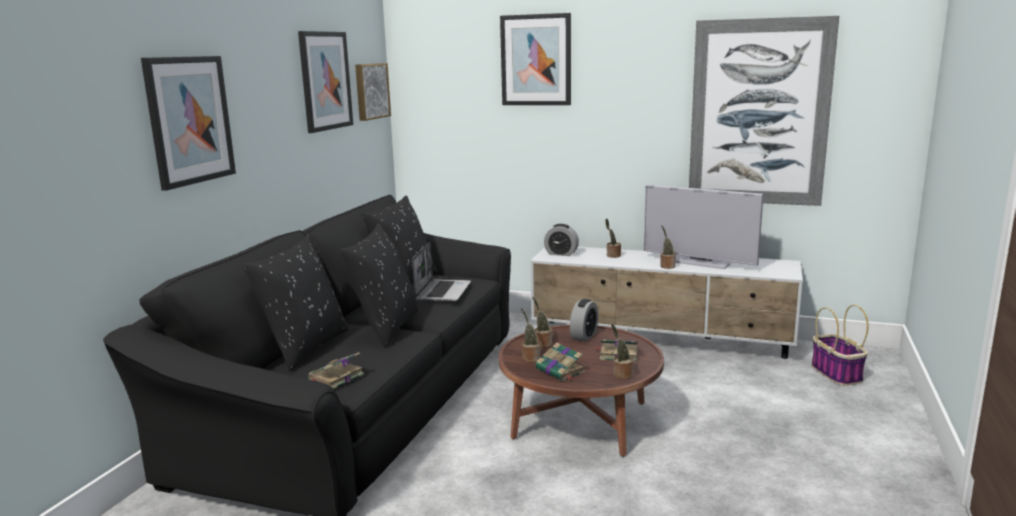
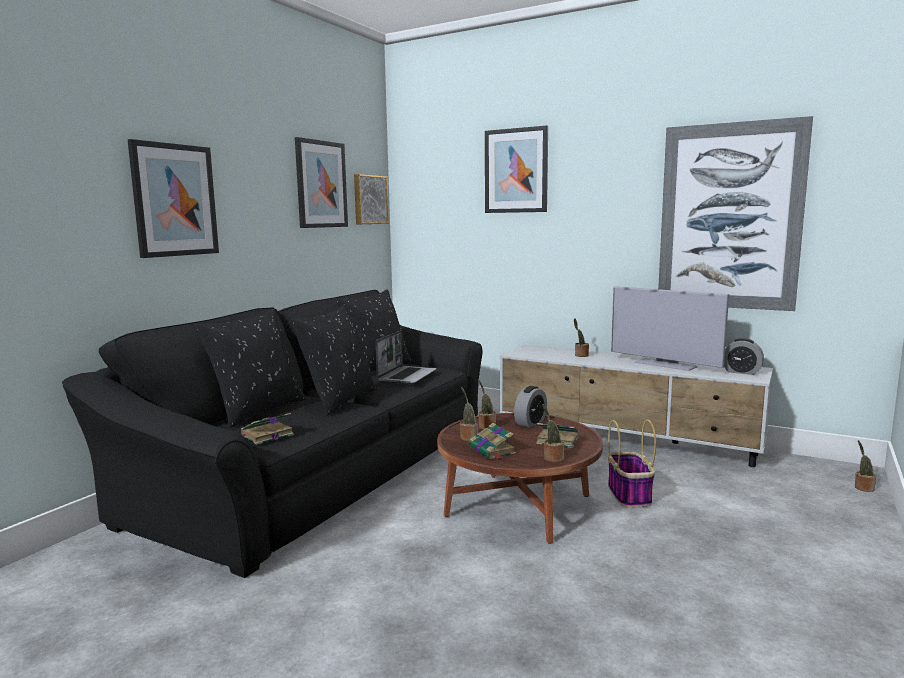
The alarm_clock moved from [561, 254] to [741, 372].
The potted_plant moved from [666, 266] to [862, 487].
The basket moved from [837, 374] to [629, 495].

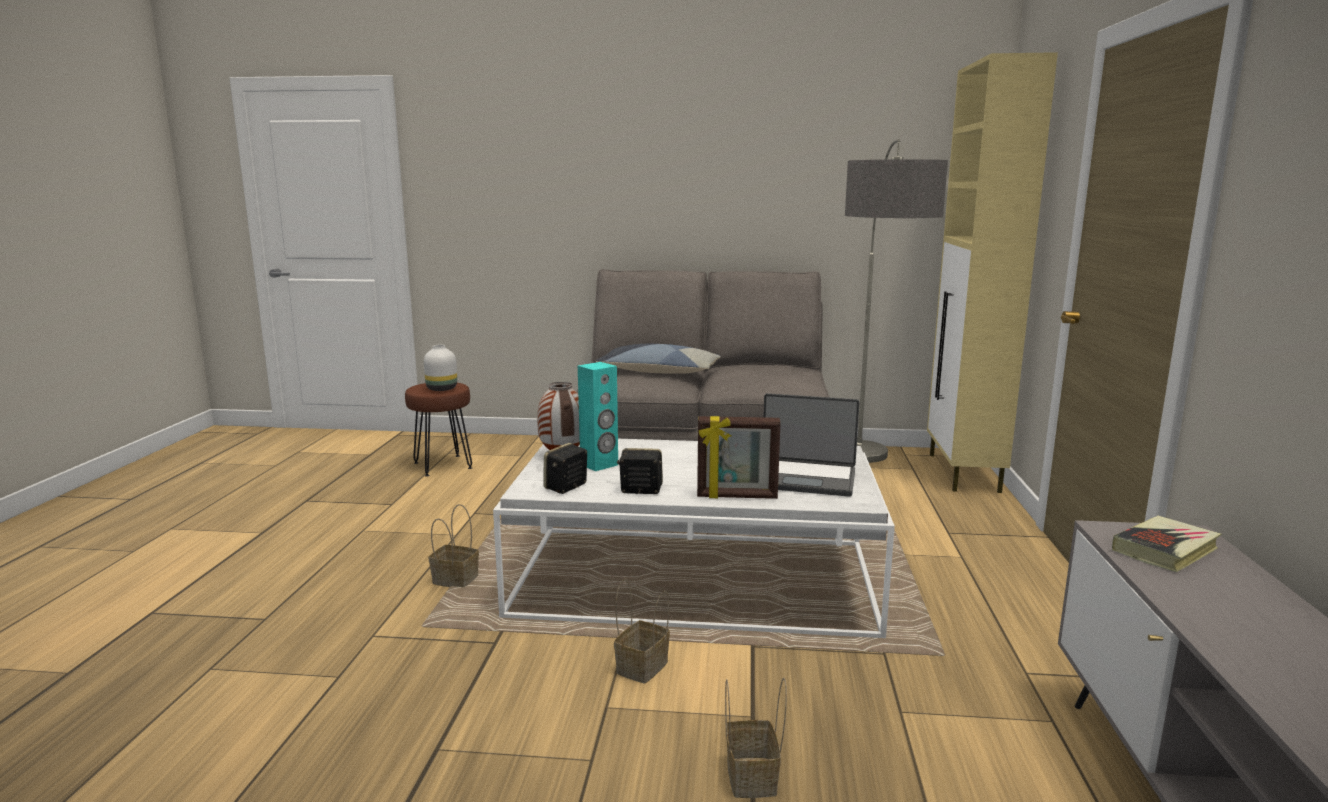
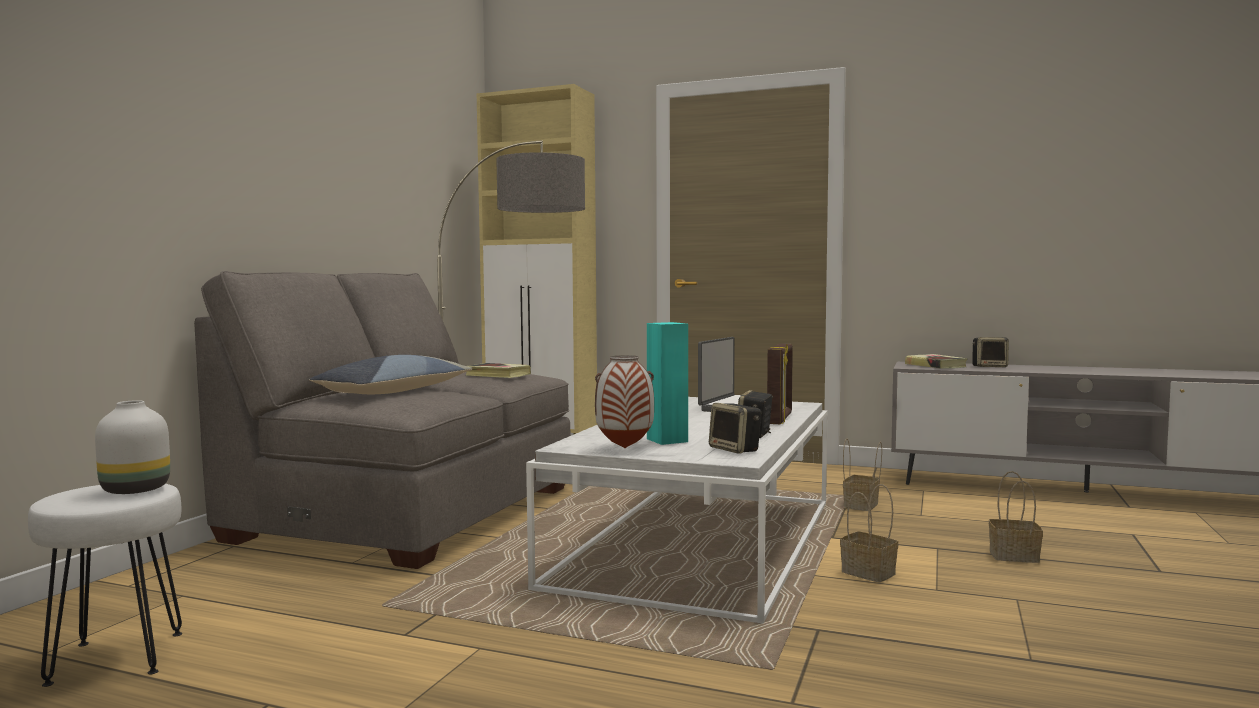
The brown_stool at [443, 465] became the white_stool at [116, 657].
The basket moved from [453, 580] to [861, 505].
The speaker at [990, 367] appeared.
The book at [497, 375] appeared.

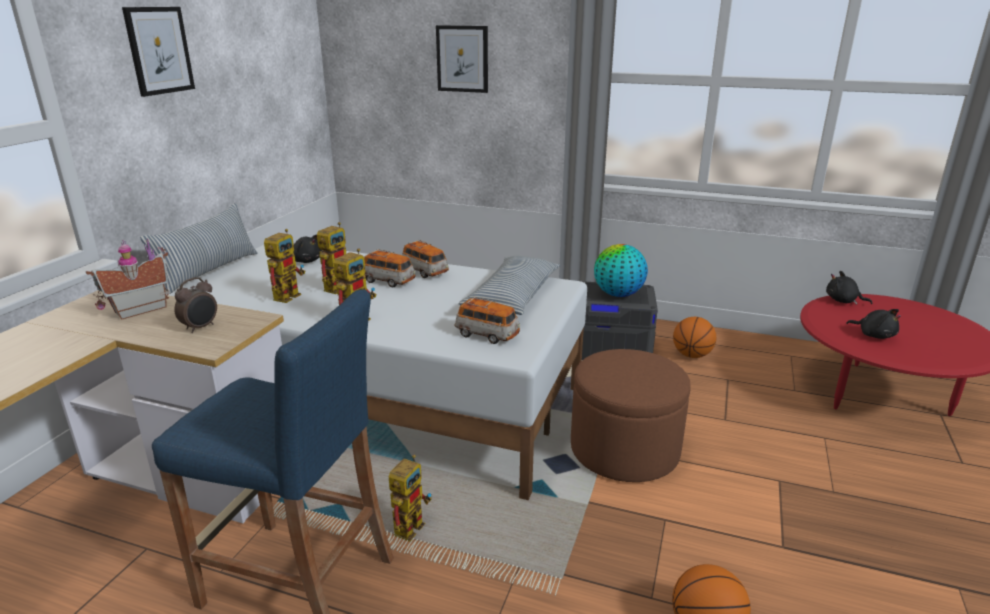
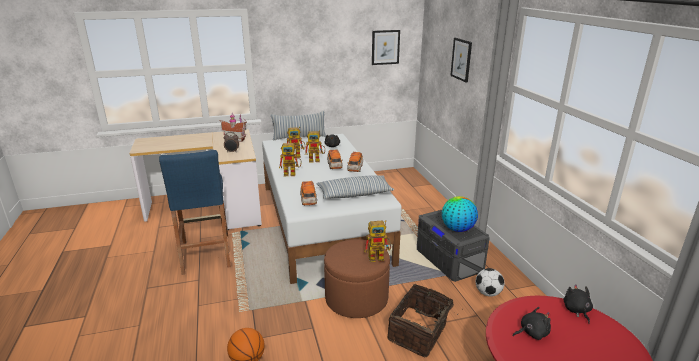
The picture moved from [159, 50] to [385, 47].
The black_plush_toy at [874, 335] turned 120 degrees counterclockwise.
The basketball at [691, 355] was replaced by the football at [488, 293].
The toy_robot moved from [411, 524] to [379, 257].
The basket at [419, 333] appeared.

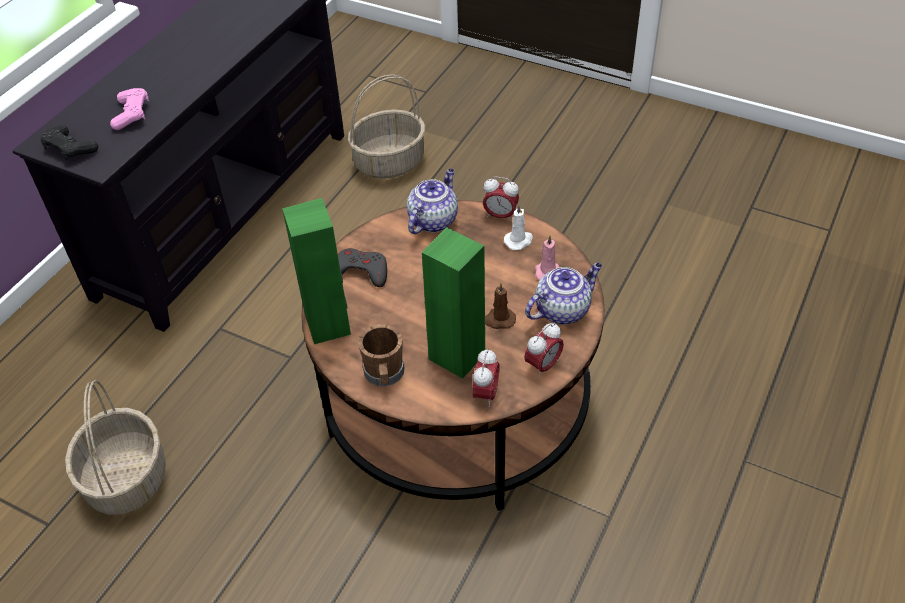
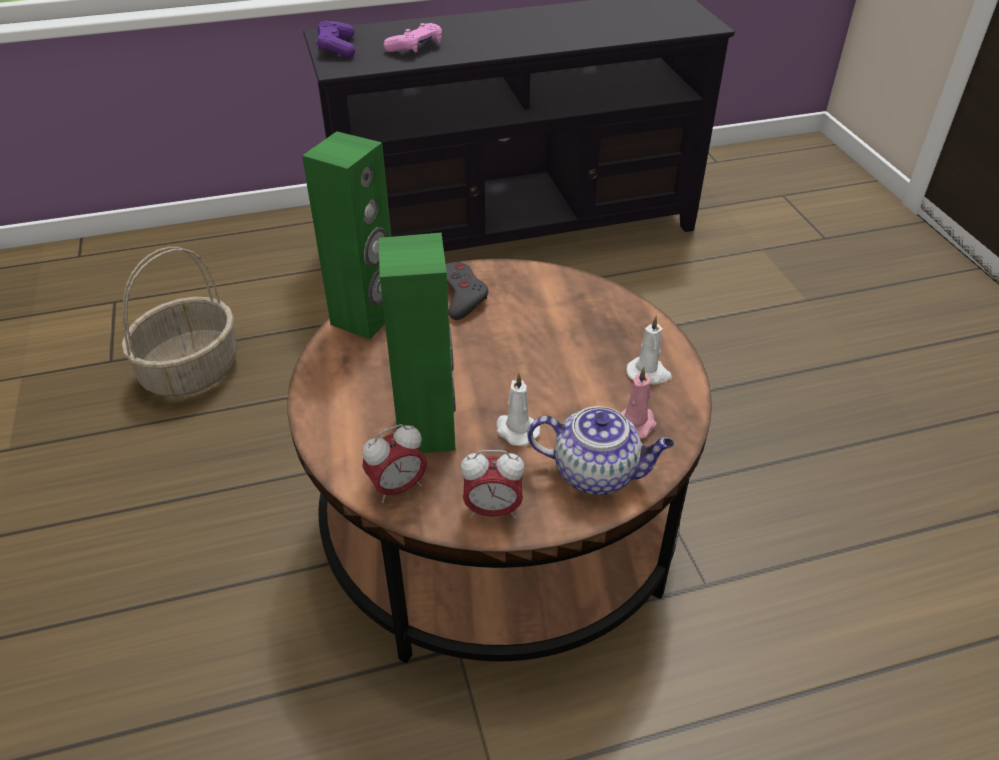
The basket at [390, 161] disappeared.
The black_game_controller at [70, 149] became the purple_game_controller at [337, 47].
The teapot at [433, 220] disappeared.
The alarm_clock at [500, 216] disappeared.
The brown_candle at [498, 320] became the white_candle at [516, 430].
The brown_mug at [384, 375] disappeared.

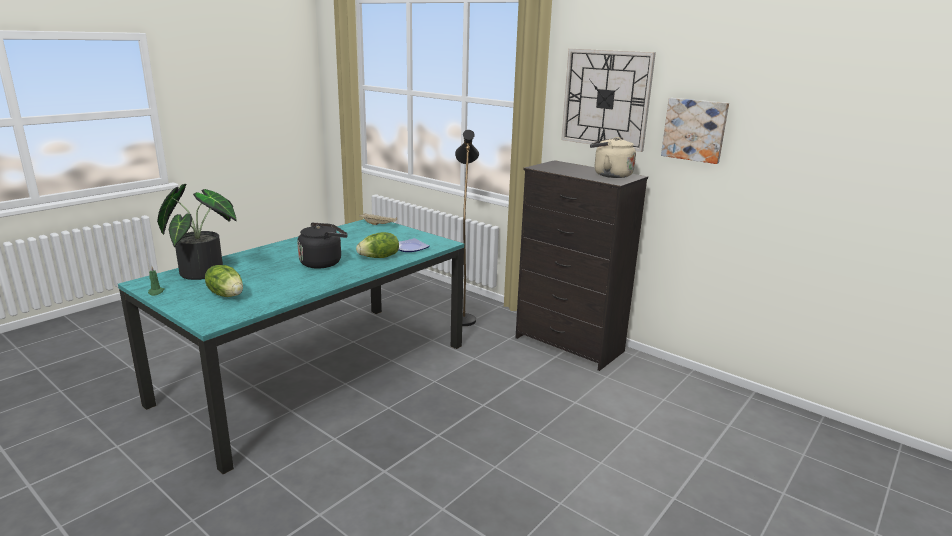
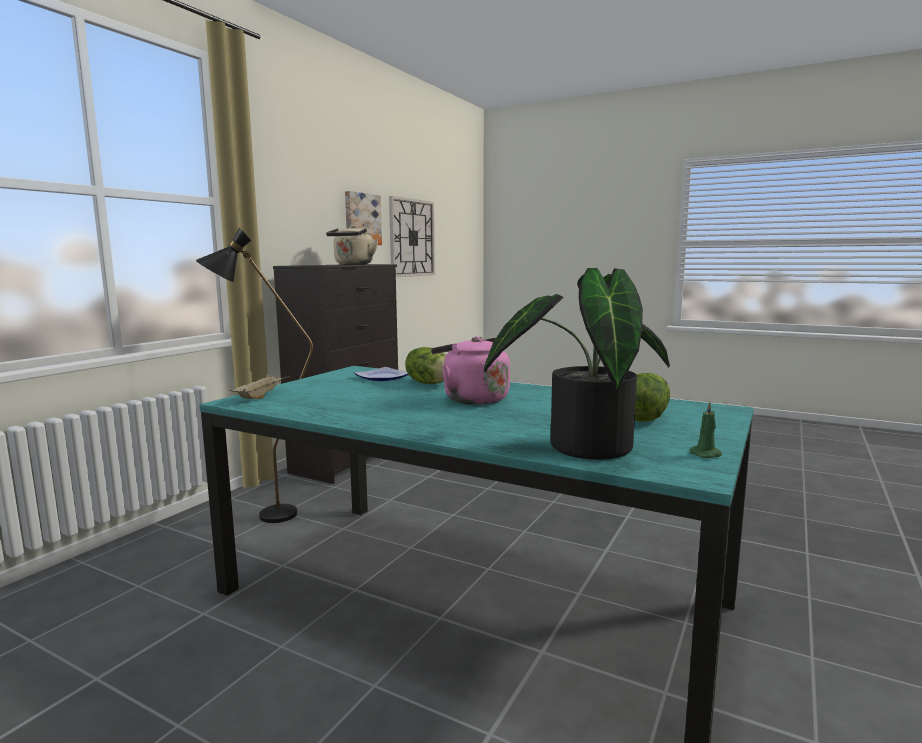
The wall_clock moved from [606, 99] to [412, 238].
The black_kettle at [323, 263] became the pink_kettle at [472, 399].

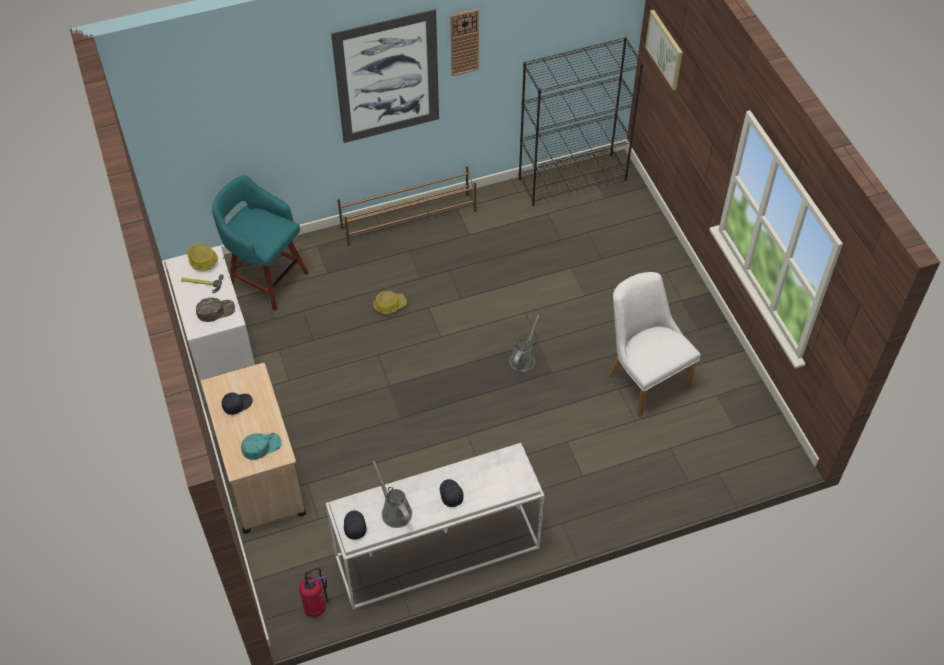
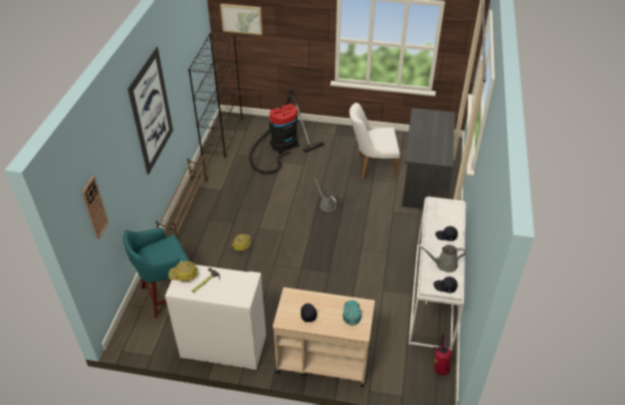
The wall_clock moved from [464, 42] to [94, 208].
The green_cap at [216, 310] disappeared.
The vacuum_cleaner at [281, 146] appeared.
The grey_desk at [424, 180] appeared.

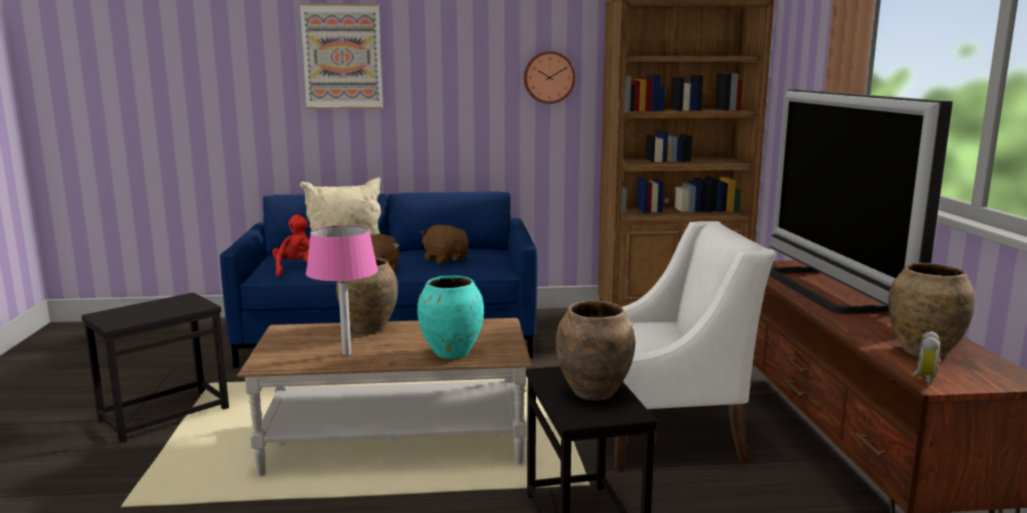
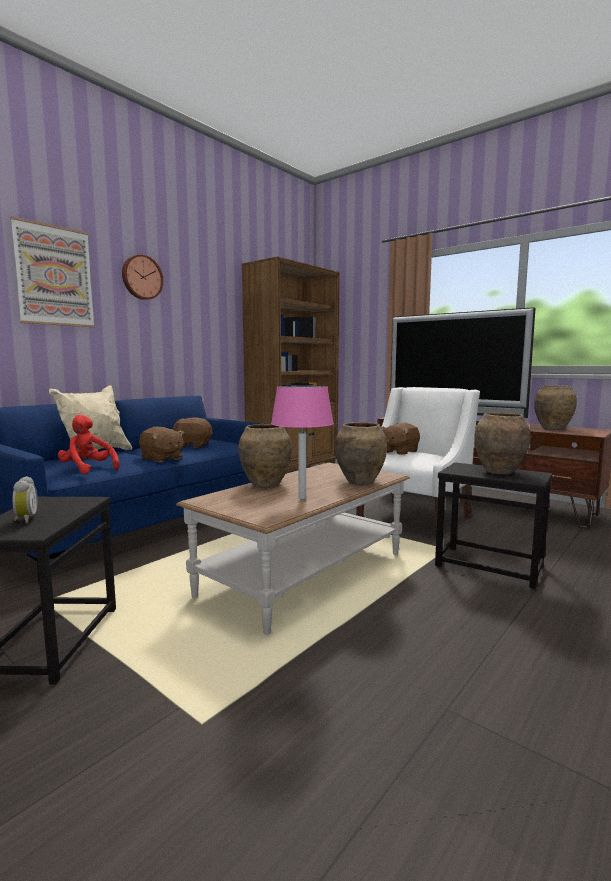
The wall_clock moved from [549, 77] to [141, 277].
The turquoise_vase at [451, 353] became the brown_vase at [360, 482].
The alarm_clock moved from [922, 378] to [24, 520].
The brown_plush_toy at [399, 452] appeared.

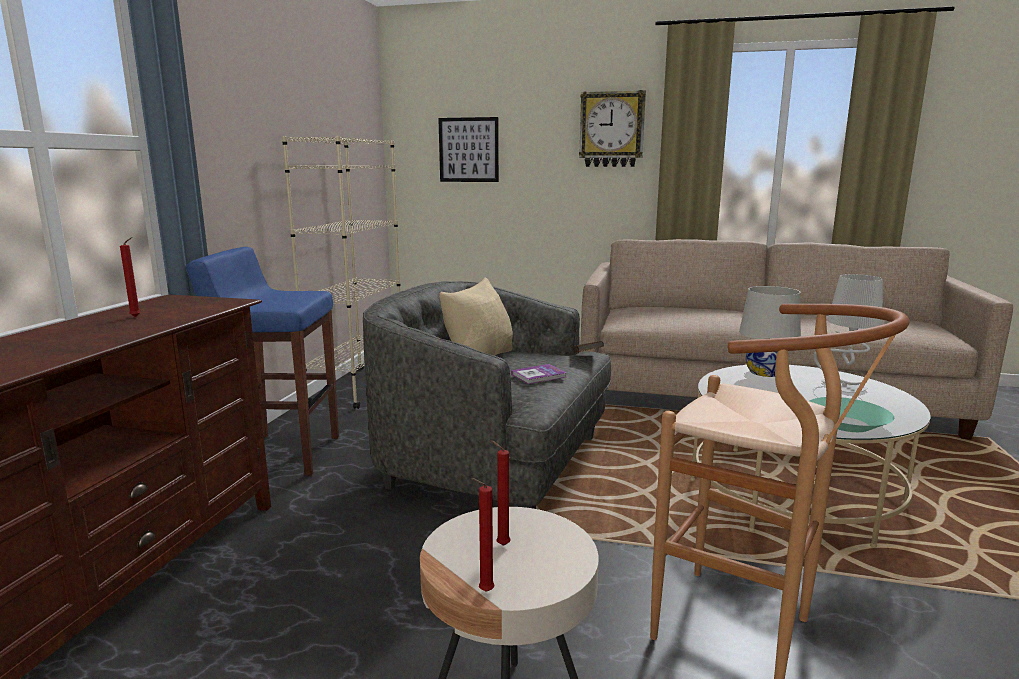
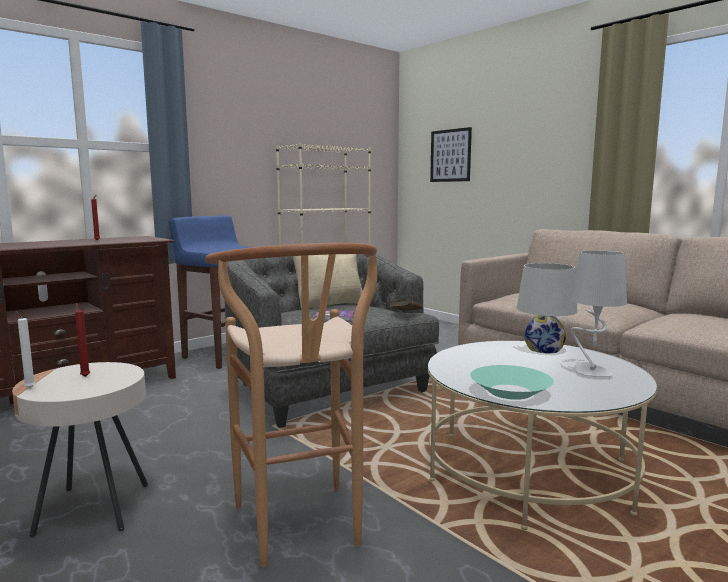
The wall_clock at [612, 129] disappeared.
The red_candle at [484, 592] became the white_candle at [29, 388].

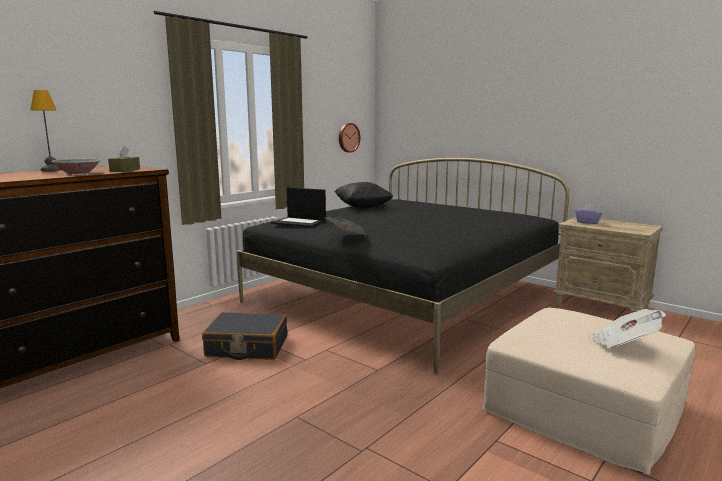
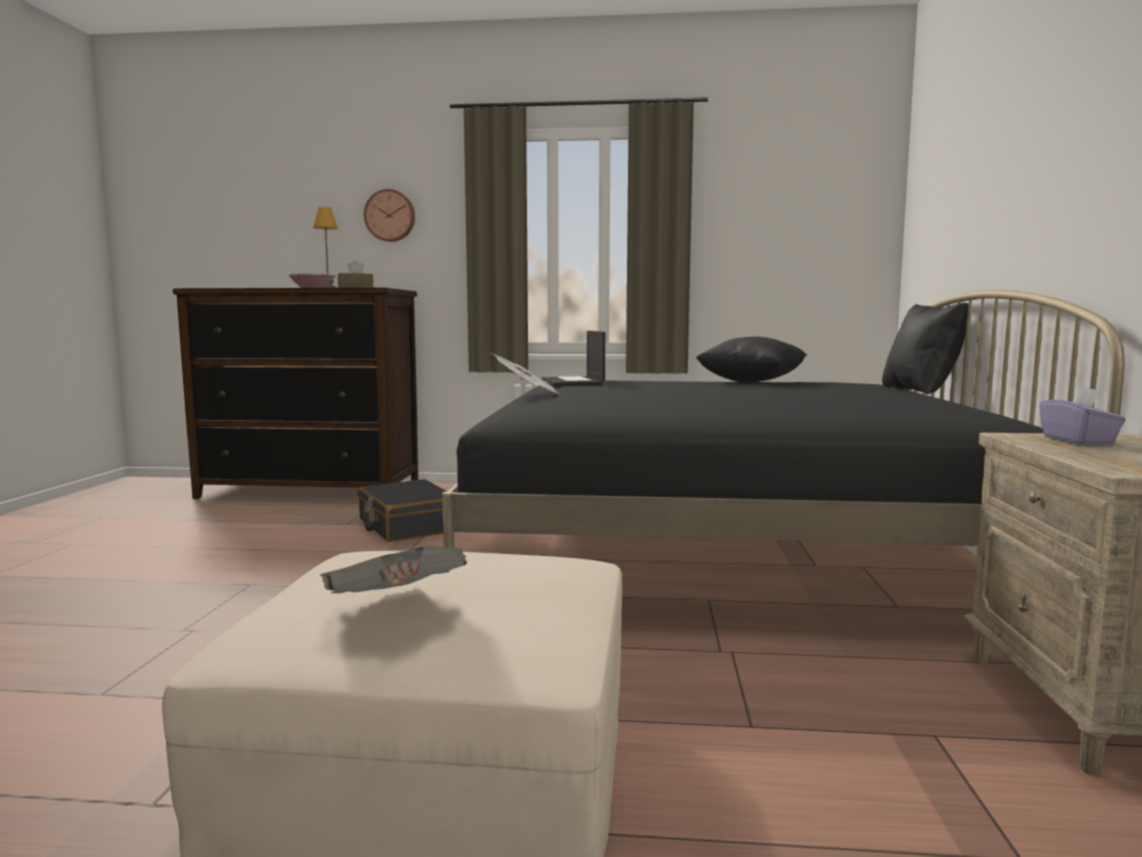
The wall_clock moved from [348, 137] to [390, 216].
The black_pillow at [921, 390] appeared.

